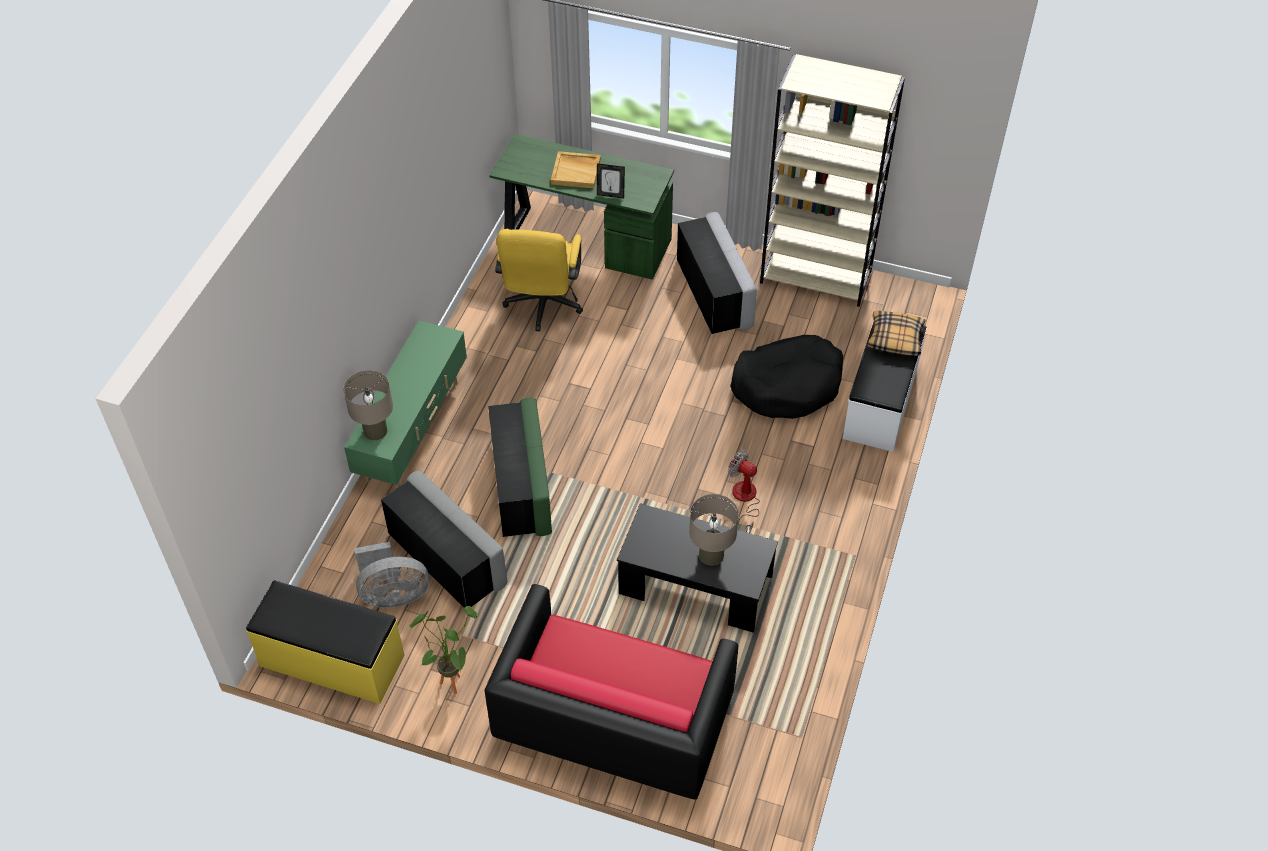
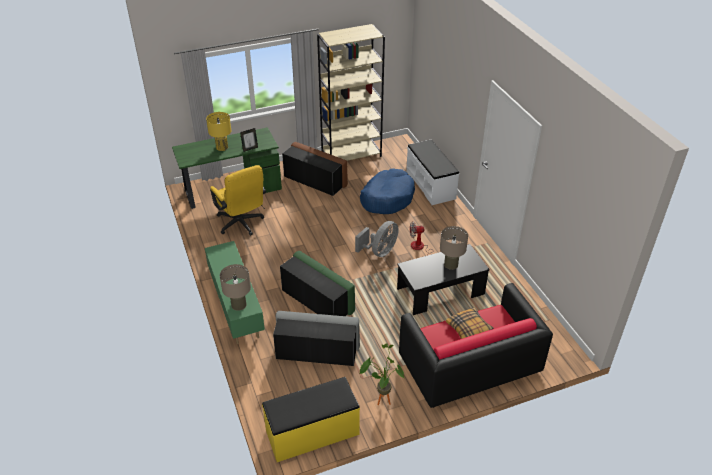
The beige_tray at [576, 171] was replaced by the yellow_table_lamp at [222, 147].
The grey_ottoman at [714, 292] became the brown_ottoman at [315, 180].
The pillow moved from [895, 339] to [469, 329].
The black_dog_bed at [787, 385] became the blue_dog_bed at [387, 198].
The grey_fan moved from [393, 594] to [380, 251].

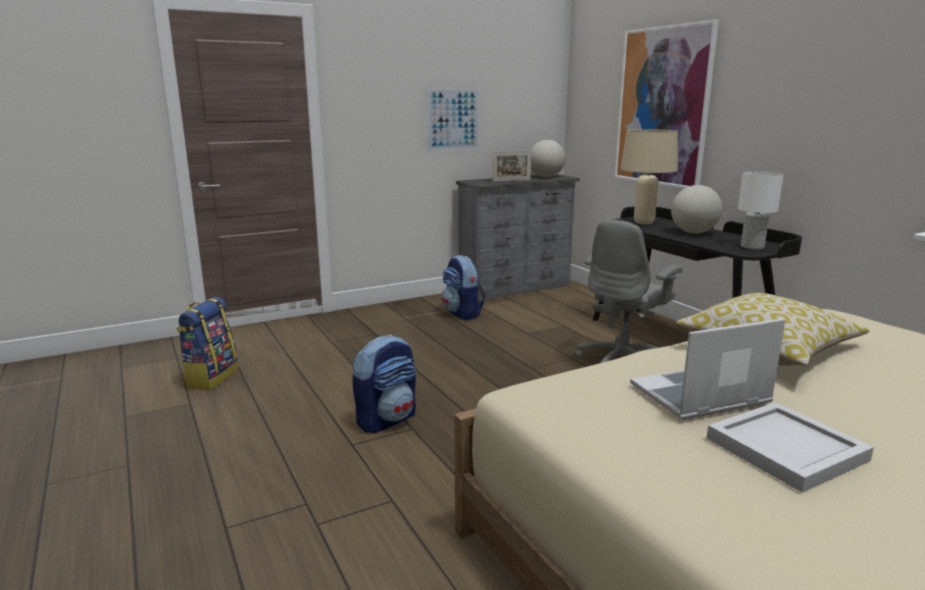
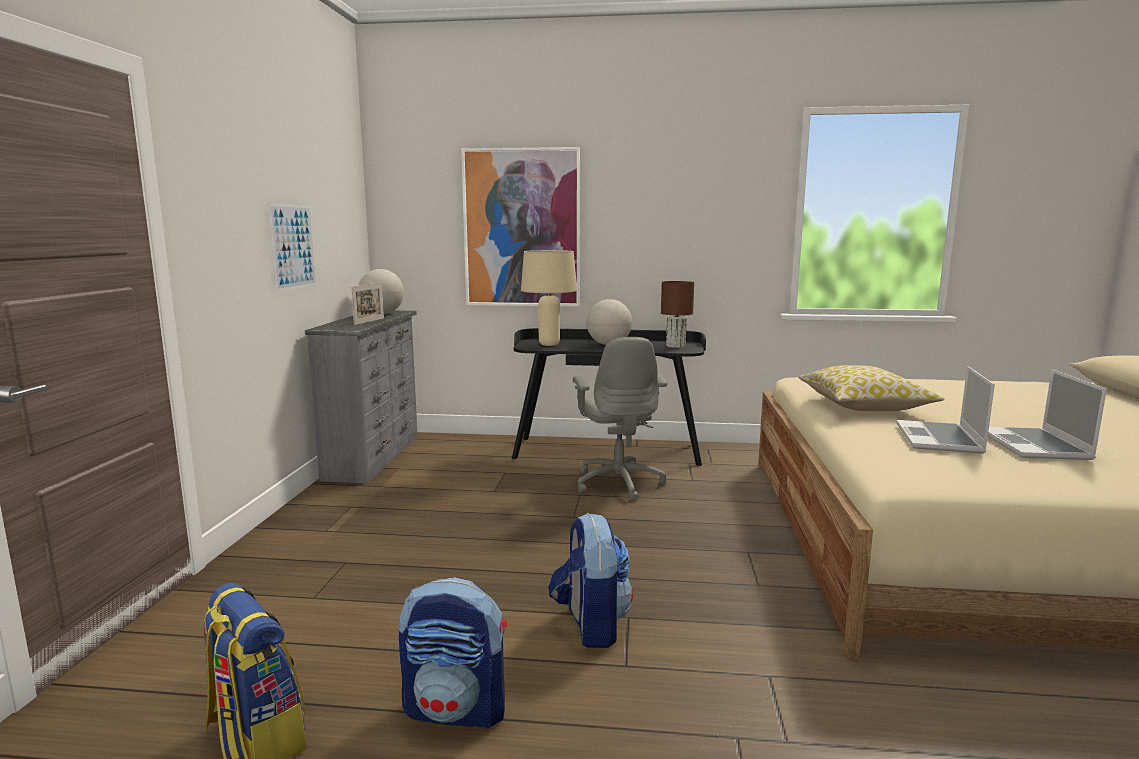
The white_table_lamp at [753, 247] became the brown_table_lamp at [676, 346].
The backpack moved from [462, 314] to [457, 709].
The white_tray at [786, 450] was replaced by the laptop at [1036, 446].

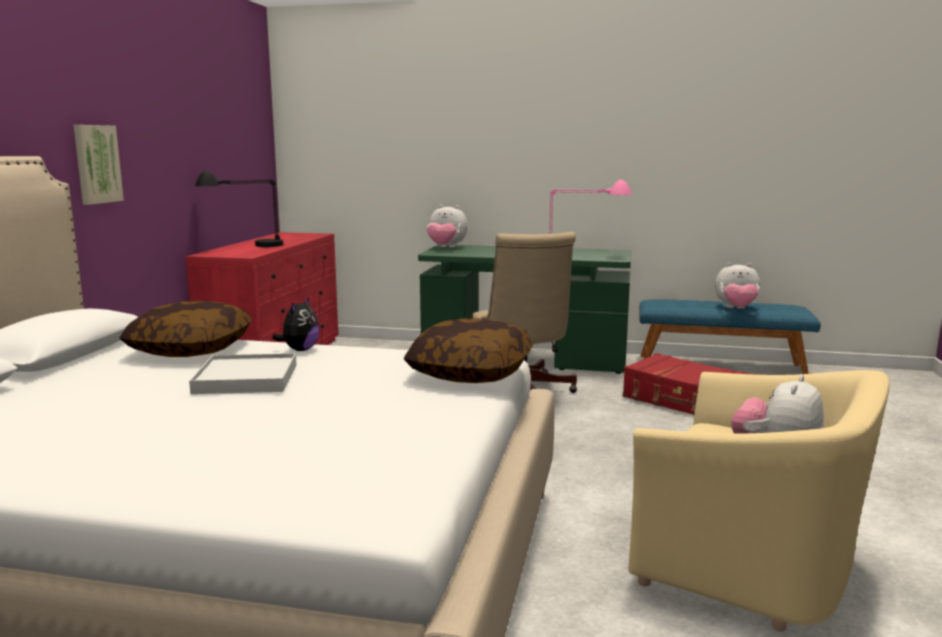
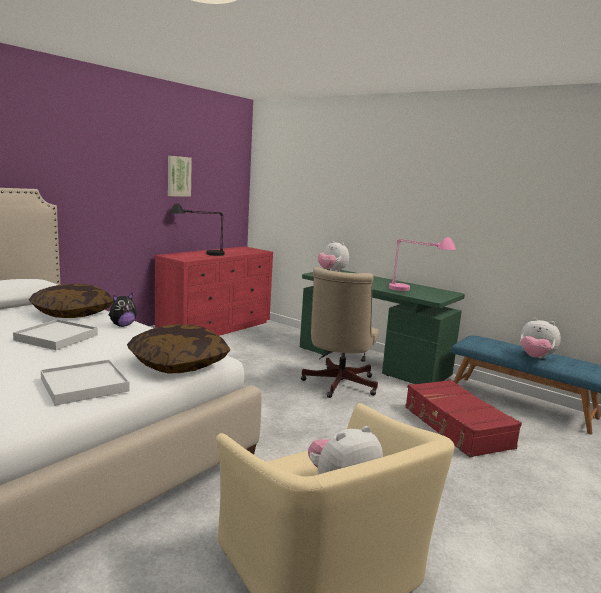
The picture moved from [96, 164] to [178, 176].
The white_tray at [85, 385] appeared.

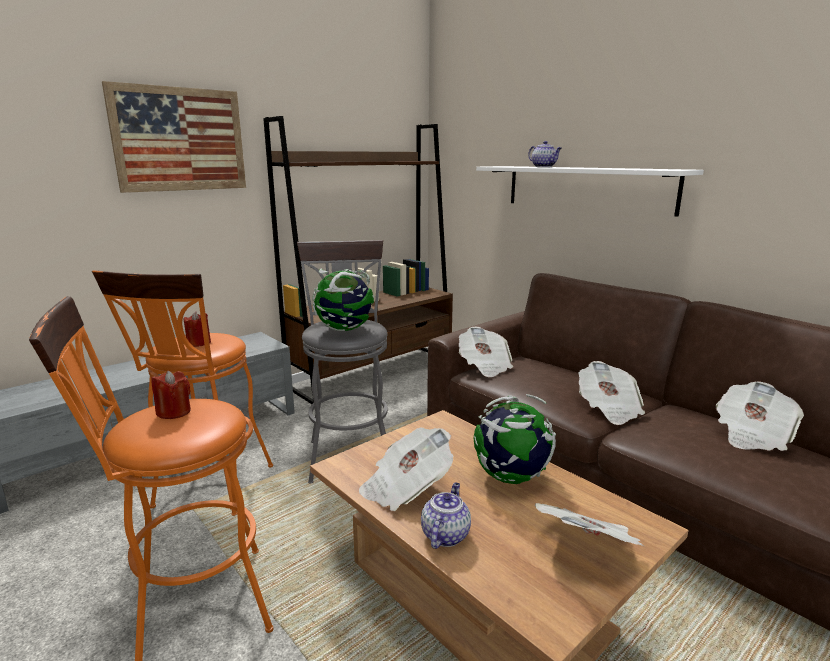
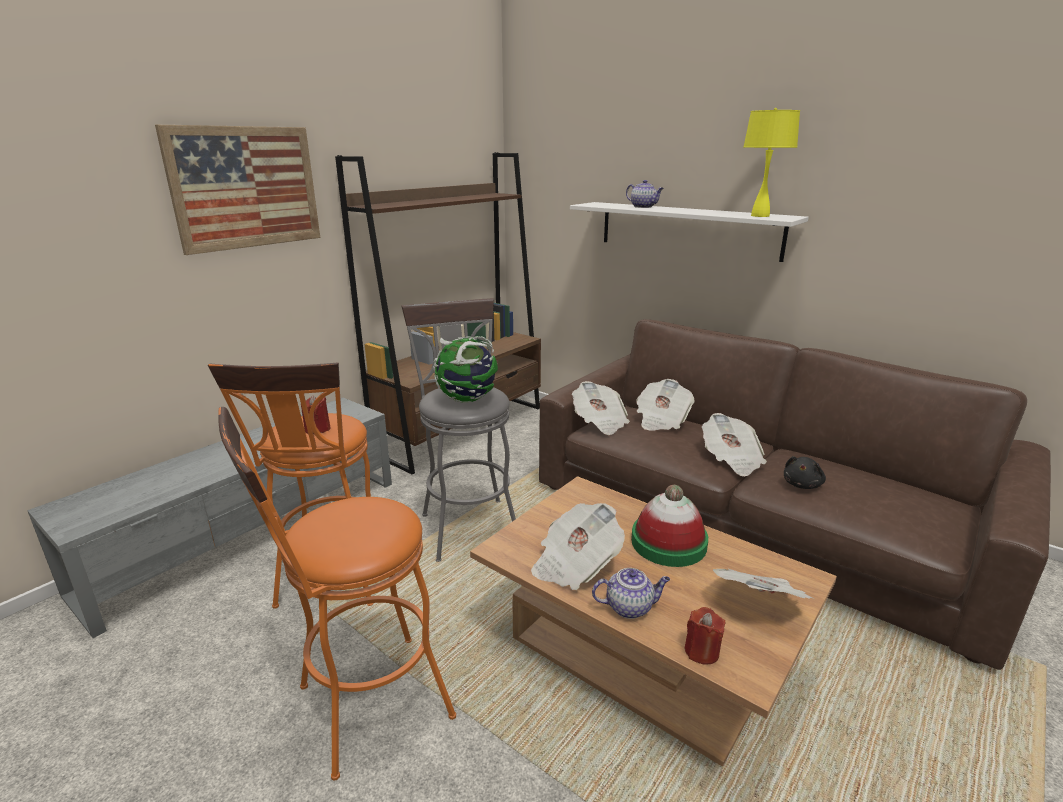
The red_candle moved from [174, 412] to [701, 651].
The newspaper moved from [752, 435] to [661, 420].
The globe at [510, 477] was replaced by the hat at [668, 543].
The teapot at [445, 534] turned 75 degrees clockwise.
The yellow_table_lamp at [759, 216] appeared.
The black_plush_toy at [802, 484] appeared.

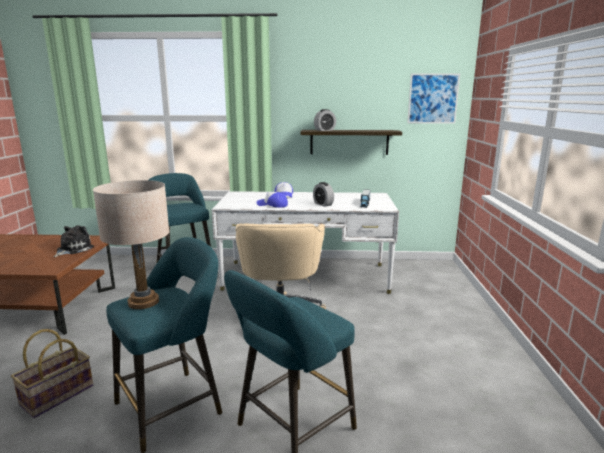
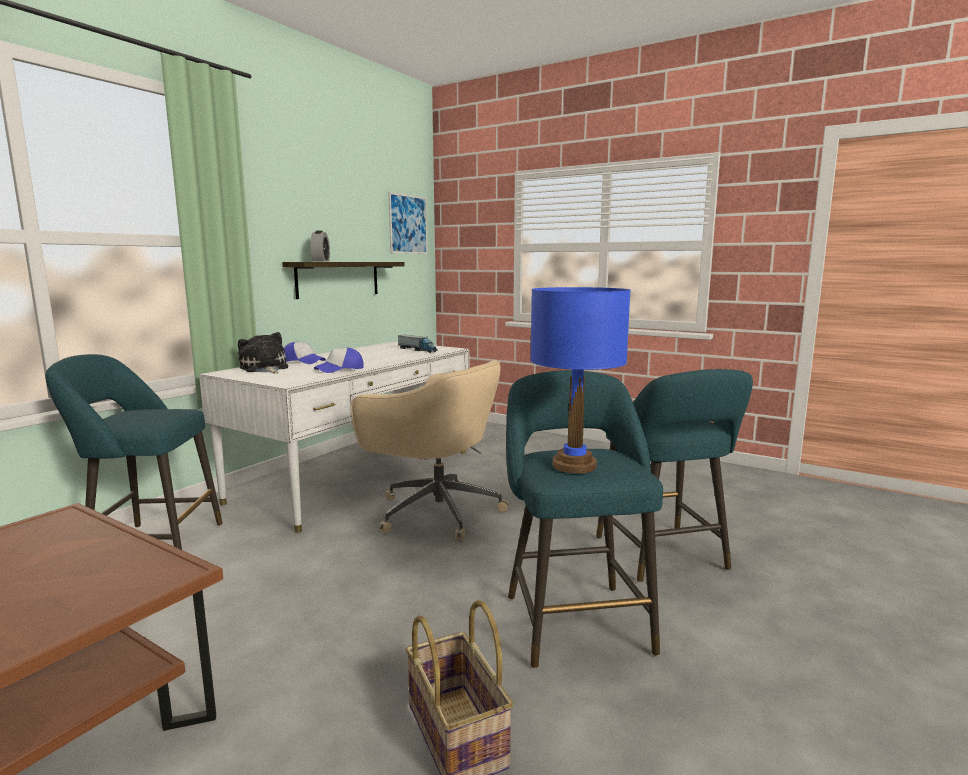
The beige_table_lamp at [143, 302] became the blue_table_lamp at [574, 466].
The alarm_clock at [323, 204] disappeared.
The plush_toy moved from [73, 249] to [264, 368].

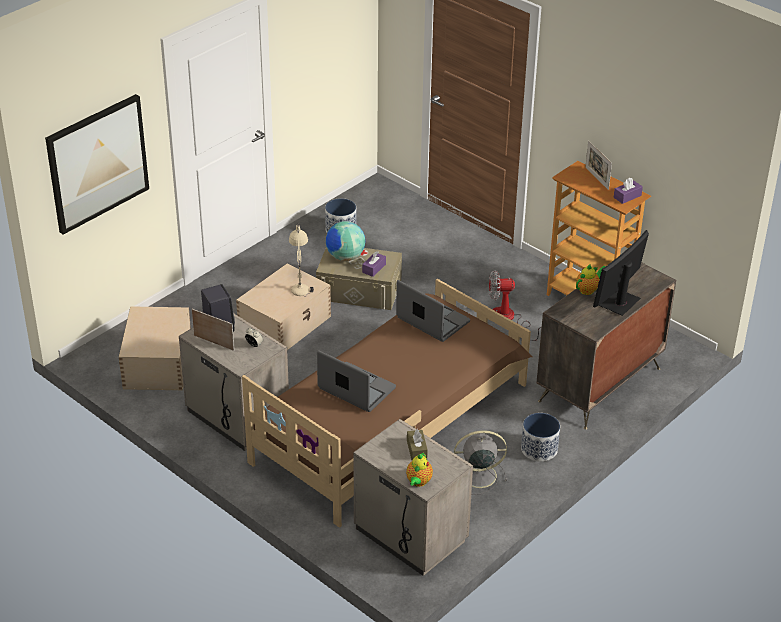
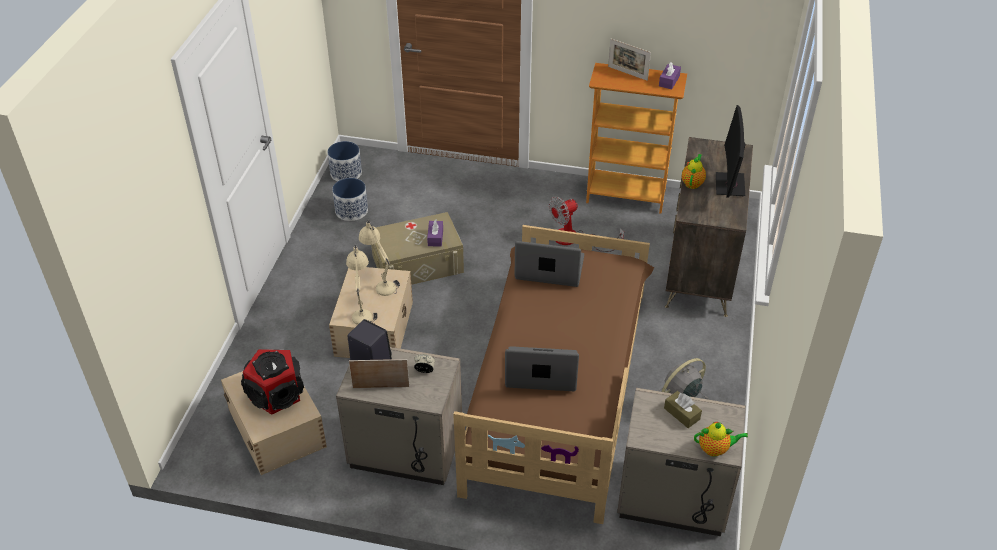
The picture at [97, 163] disappeared.
The globe at [345, 257] disappeared.
The planter moved from [539, 449] to [346, 173].
The teapot at [418, 482] turned 75 degrees counterclockwise.
The beige_table_lamp at [362, 309] appeared.
The speaker at [276, 394] appeared.

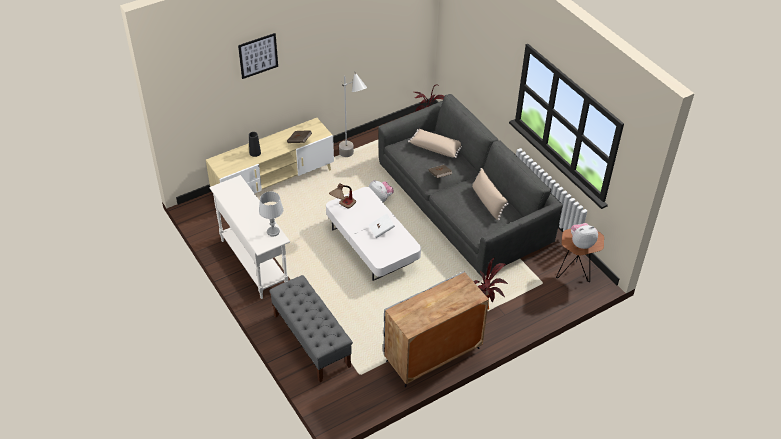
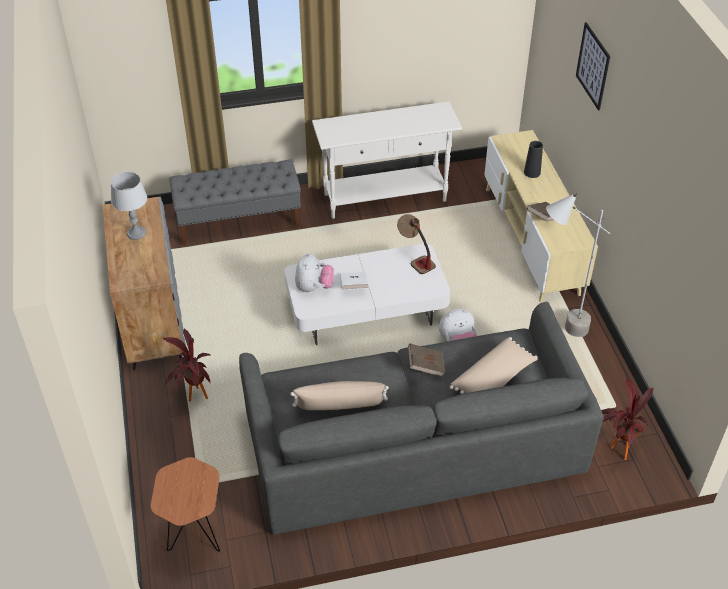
The grey_table_lamp moved from [273, 231] to [136, 233].
The plush_toy moved from [581, 243] to [314, 287].

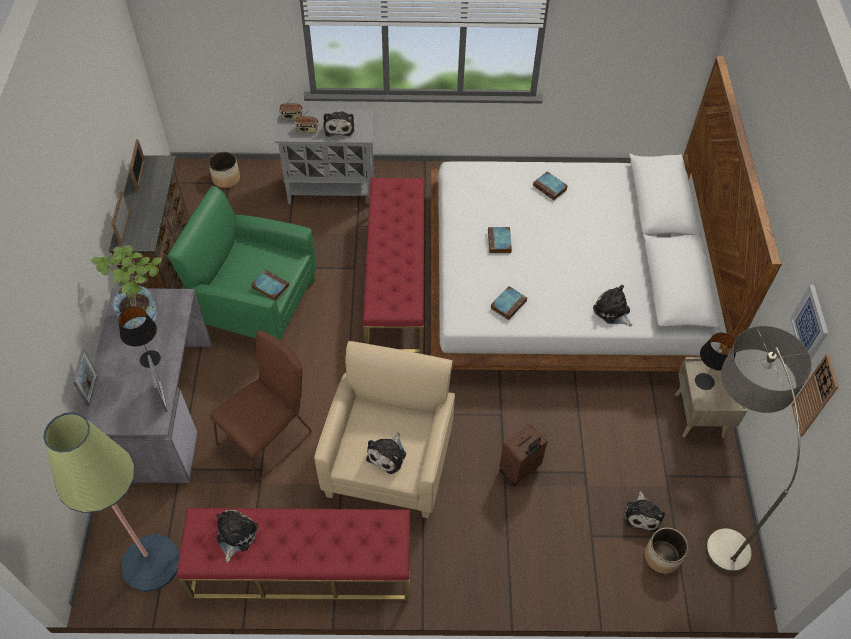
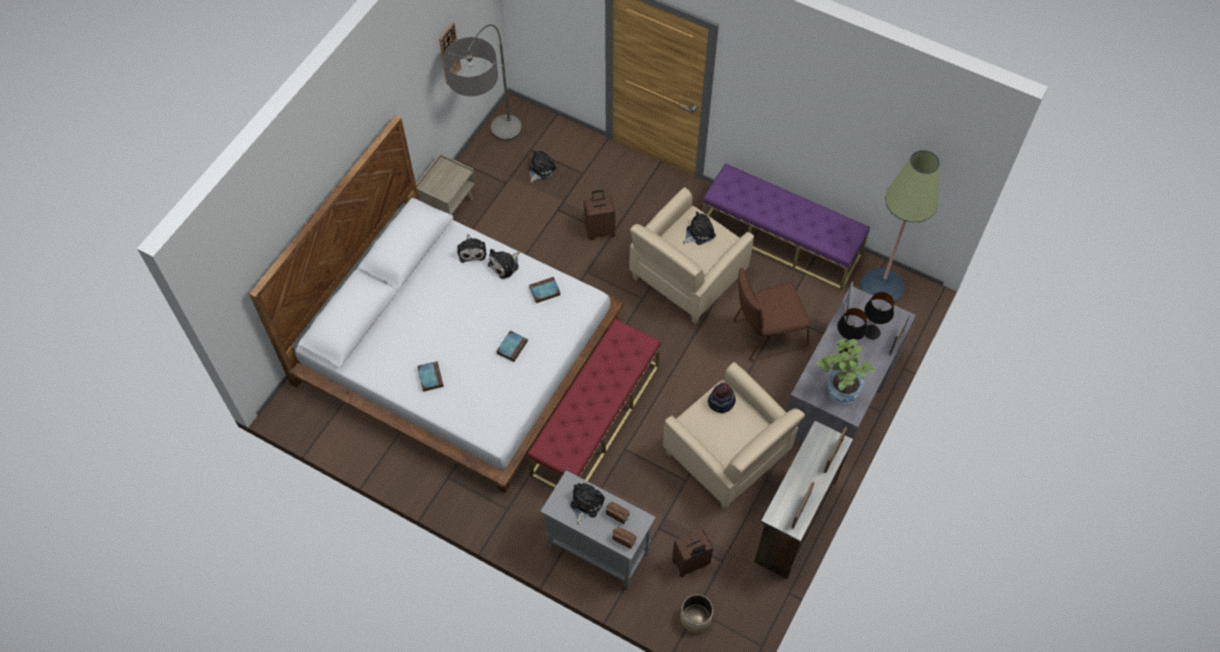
The green_armchair at [256, 303] became the beige_armchair at [727, 455].
The book at [269, 287] was replaced by the hat at [721, 402].
The picture at [810, 325] disappeared.
The black_table_lamp moved from [704, 381] to [872, 332].
The red_bench at [302, 566] became the purple_bench at [780, 240].
The plush_toy moved from [235, 535] to [505, 265].
The planter at [662, 557] disappeared.
The brown_suitcase at [690, 563] appeared.

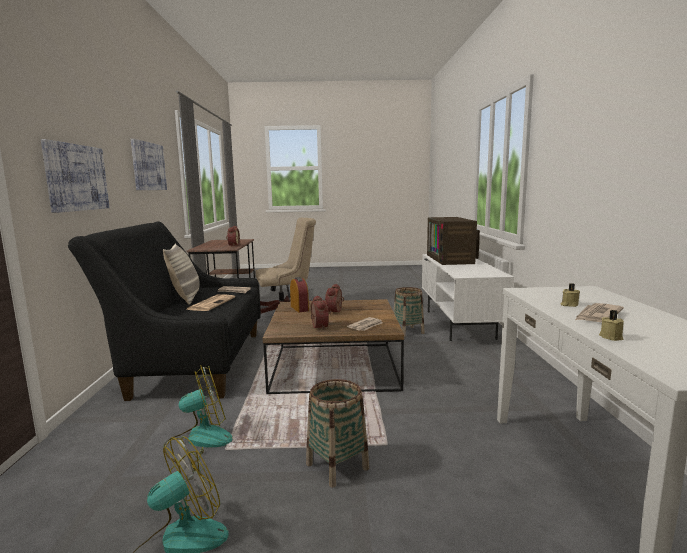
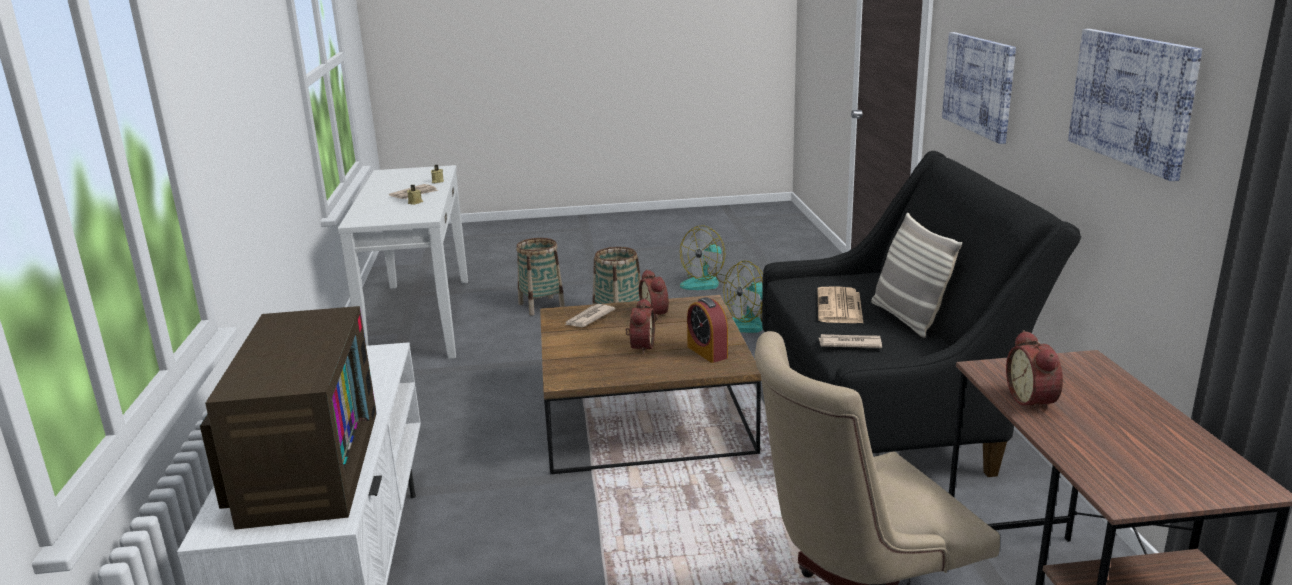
The basket moved from [408, 331] to [541, 306].

